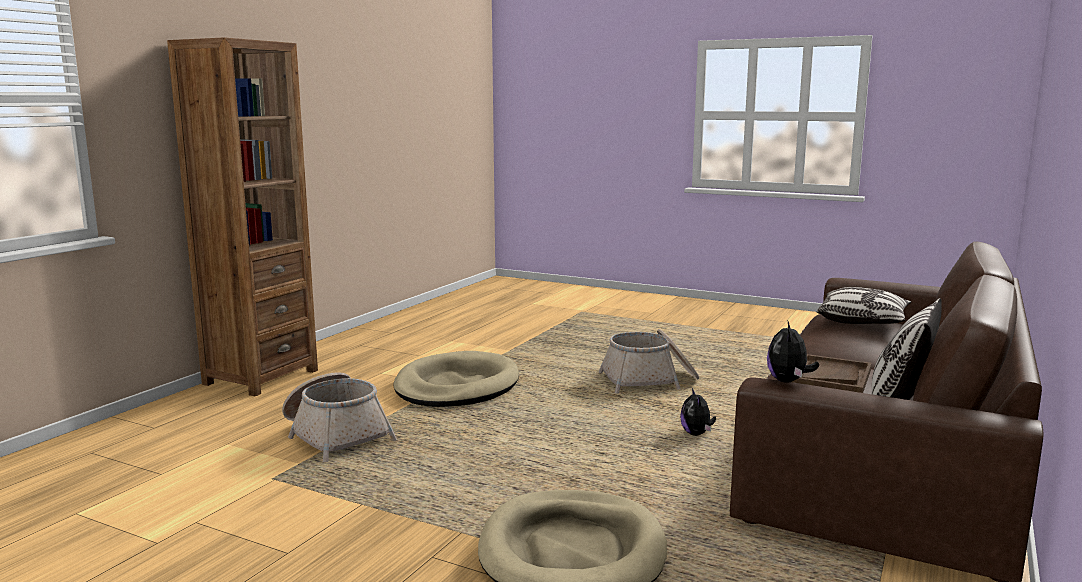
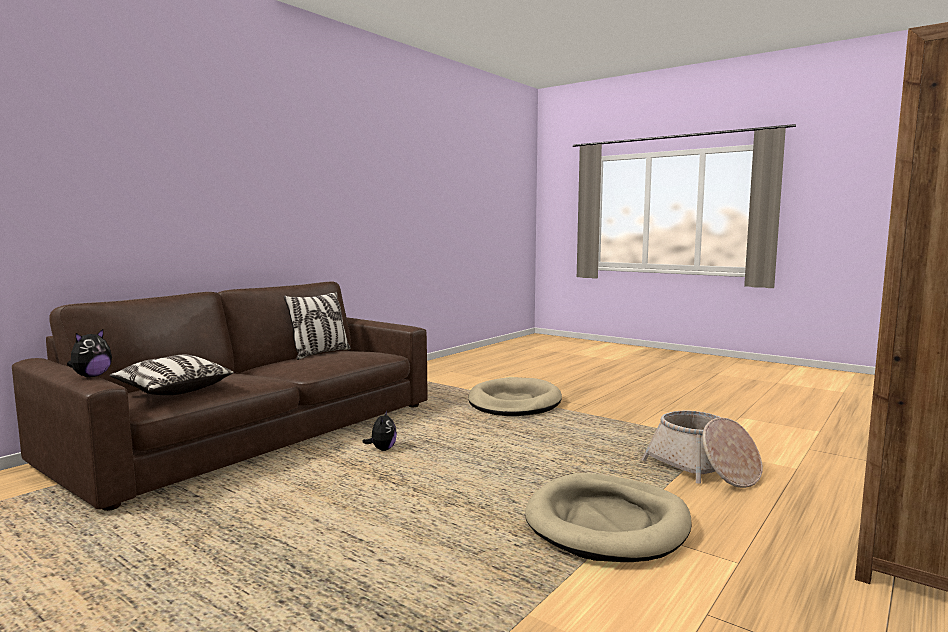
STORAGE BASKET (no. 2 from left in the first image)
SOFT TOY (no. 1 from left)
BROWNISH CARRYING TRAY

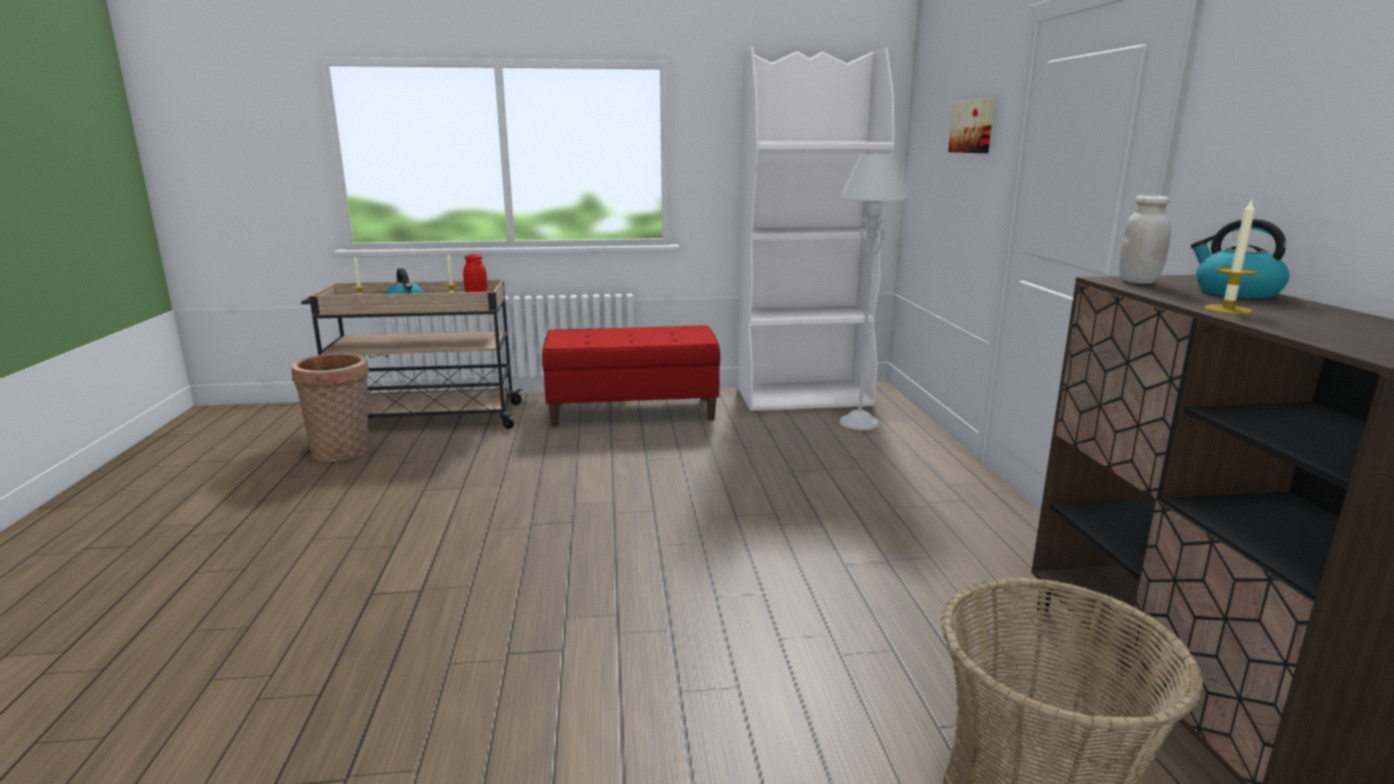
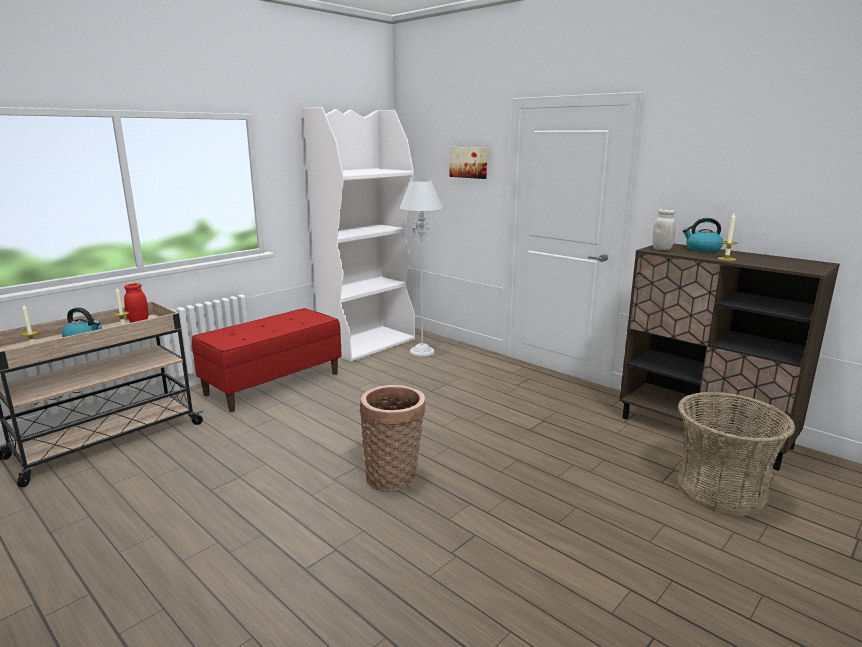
STORAGE BASKET (no. 1 from left)

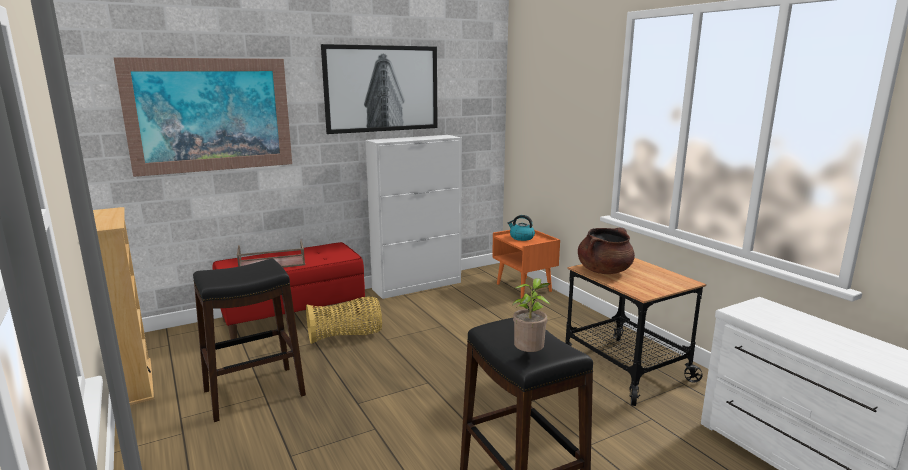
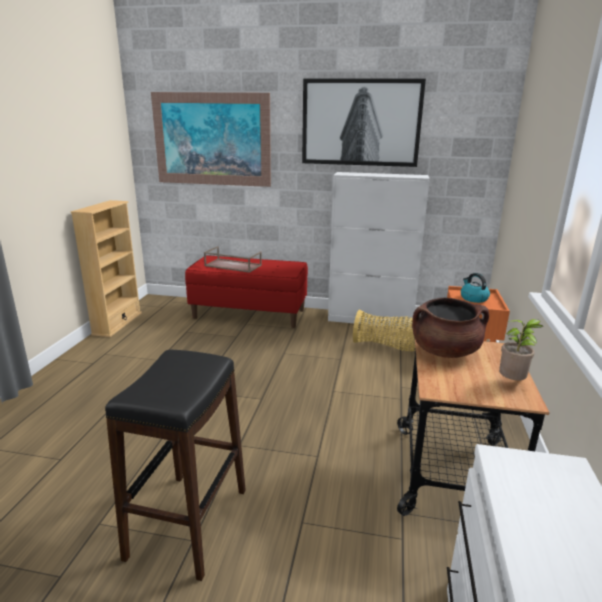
BLACK-COLOURED STOOL (no. 1 from left in the first image)
STORAGE BASKET
HOUSEPLANT

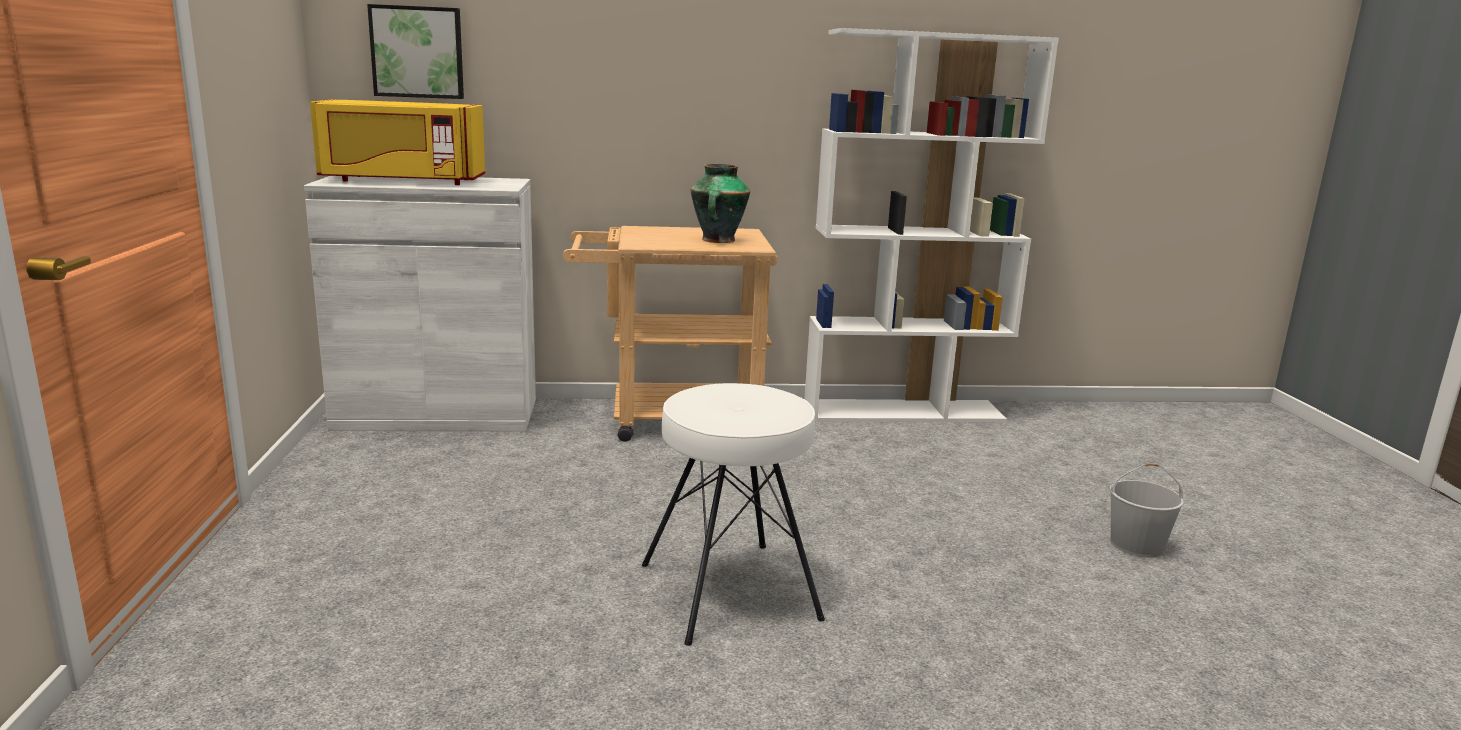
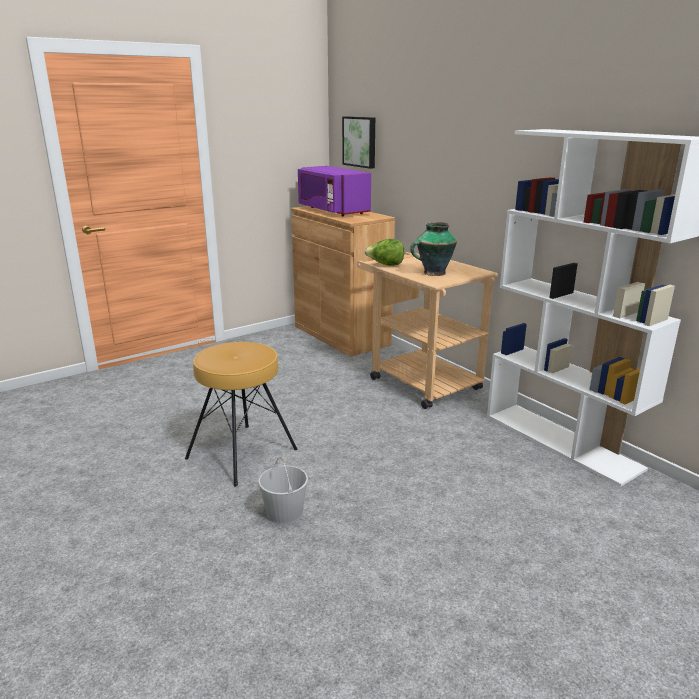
BROWNISH CUPBOARD
PURPLE MICROWAVE
BROWNISH STOOL
WHITISH BUCKET
LETTUCE

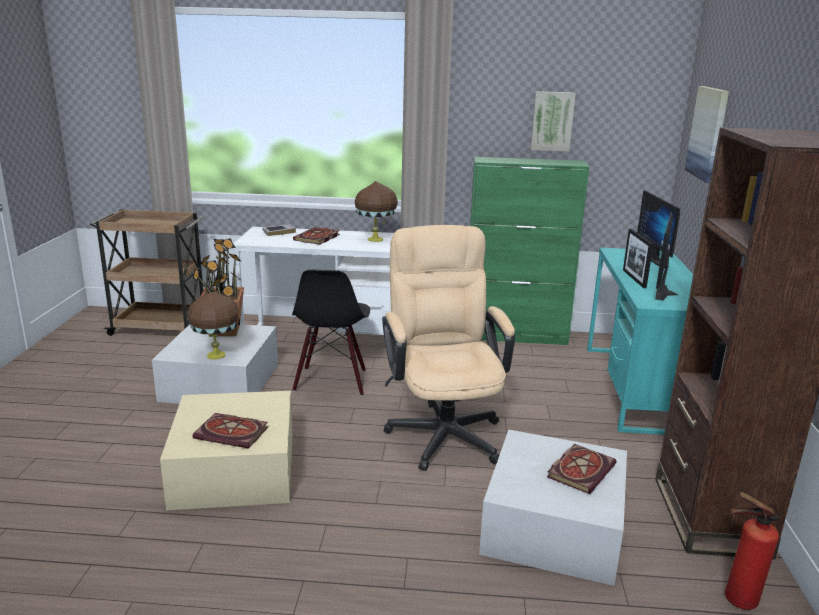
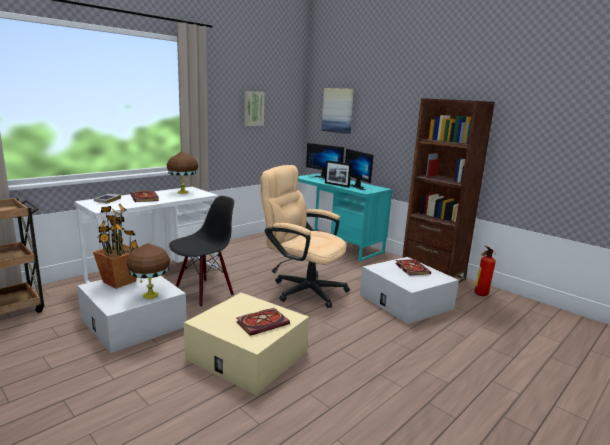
BLACK-COLOURED CHAIR
GREEN-COLOURED CUPBOARD

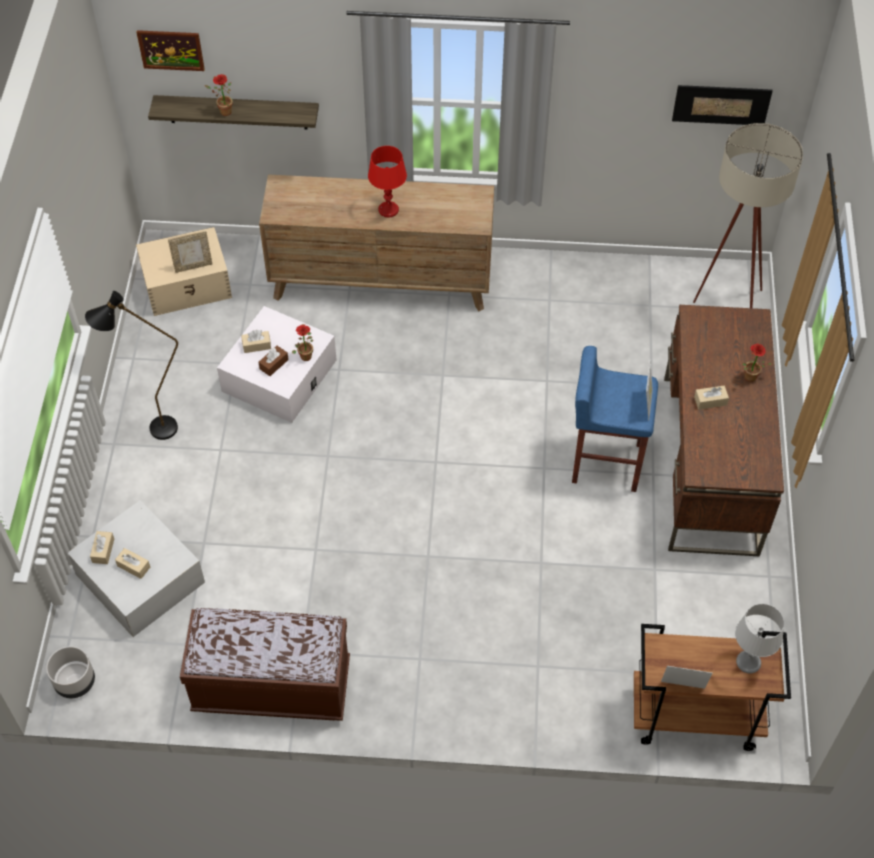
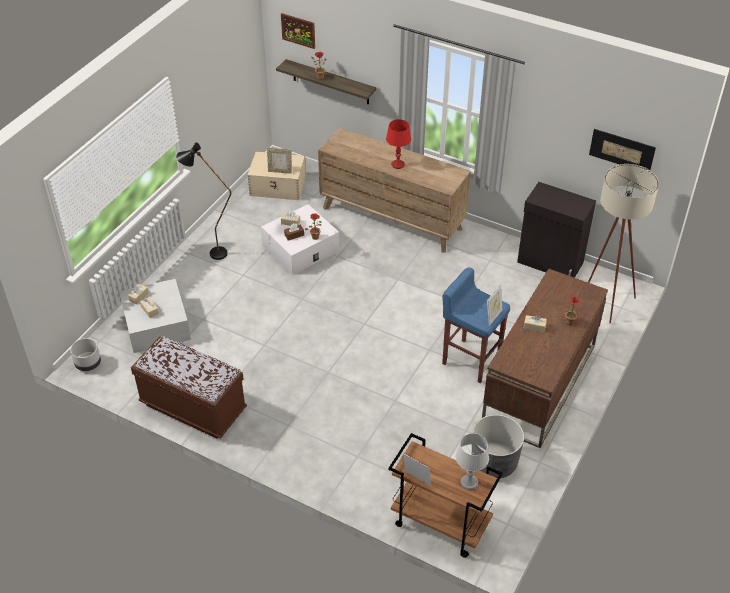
GRAY FLOWER POT (no. 2 from left)
BLACK-COLOURED CUPBOARD

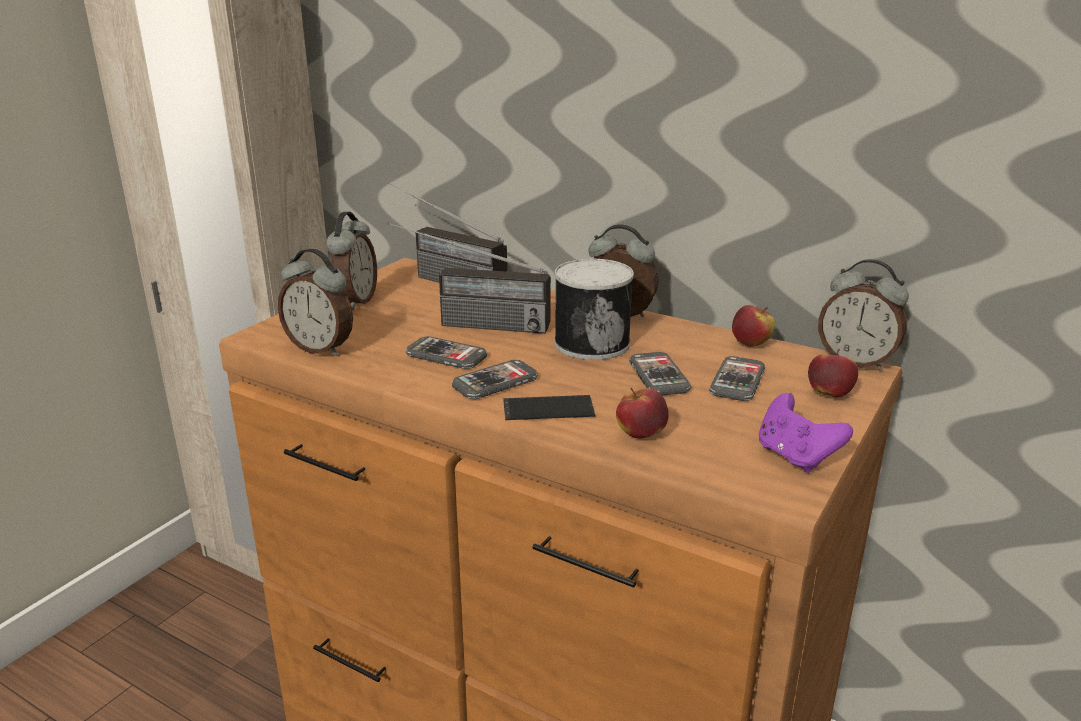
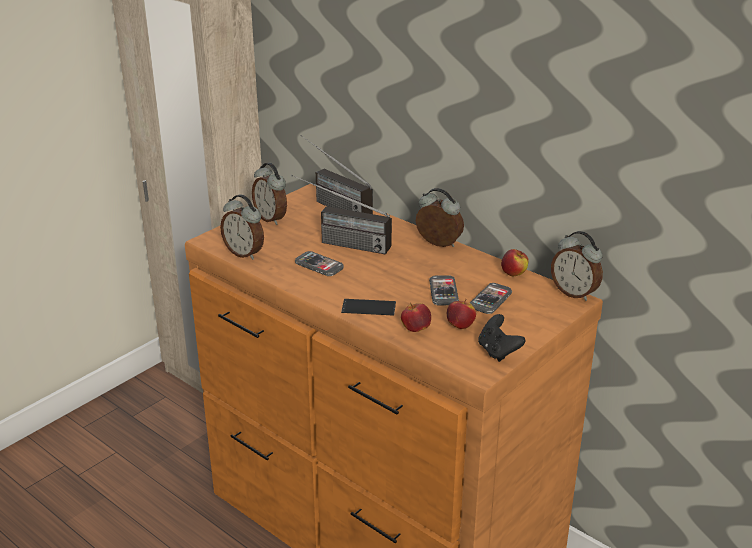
BEDSIDE CLOCK (no. 2 from left)
HANDSET (no. 2 from left in the first image)
CAN
BLACK-COLOURED JOYPAD
WHOLE APPLE (no. 2 from left)

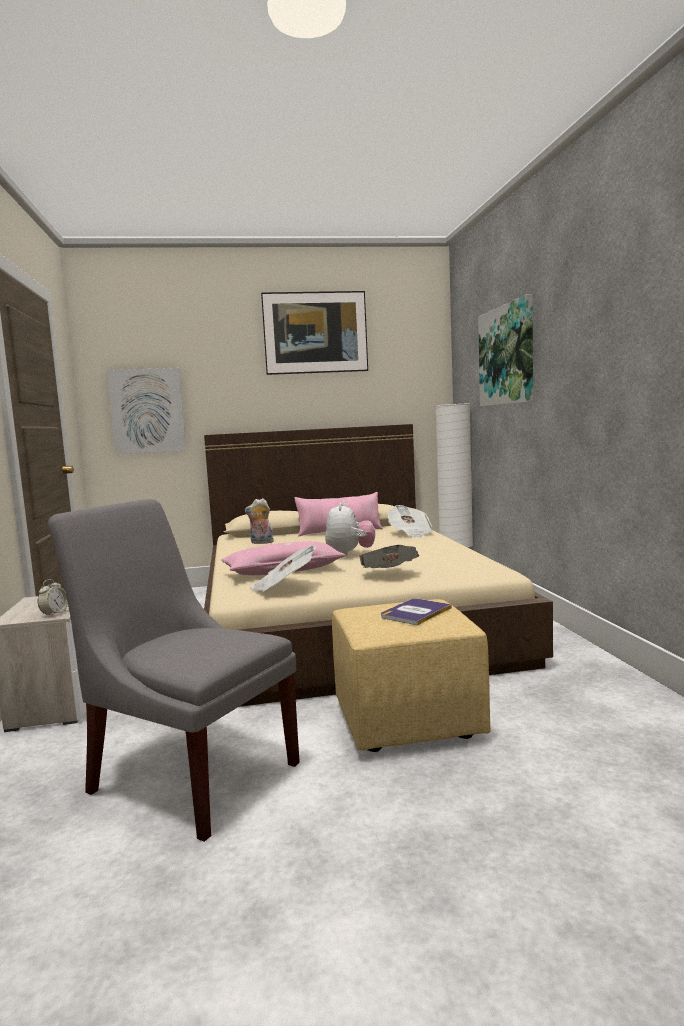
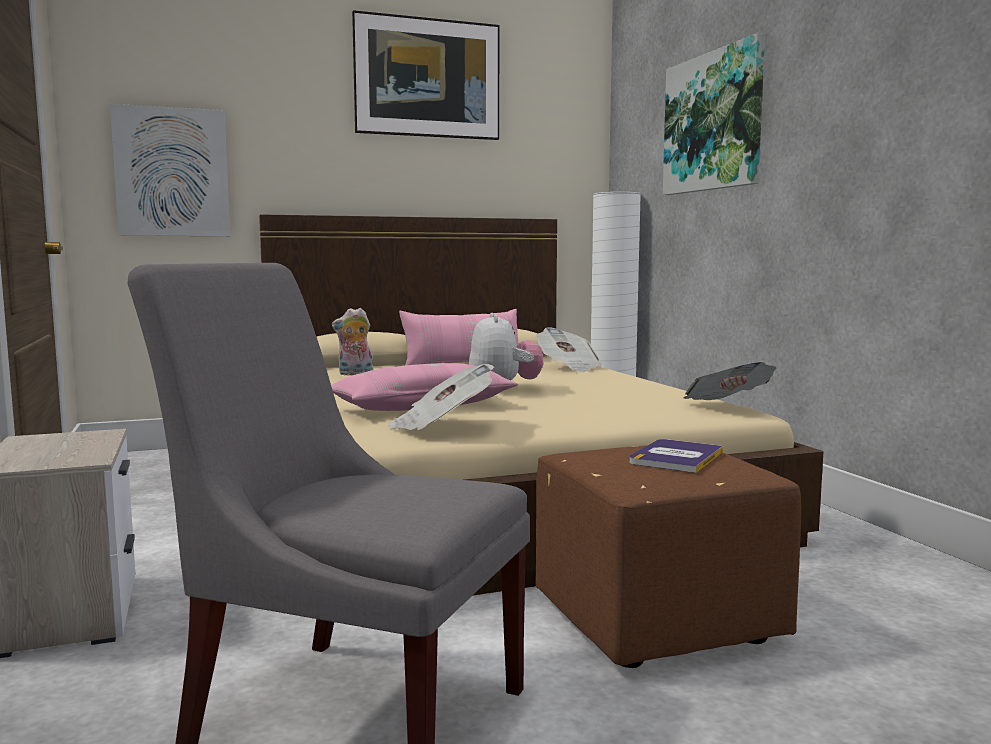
BEDSIDE CLOCK
BROWNISH FOOTREST
PRINTED PAPER (no. 3 from left)

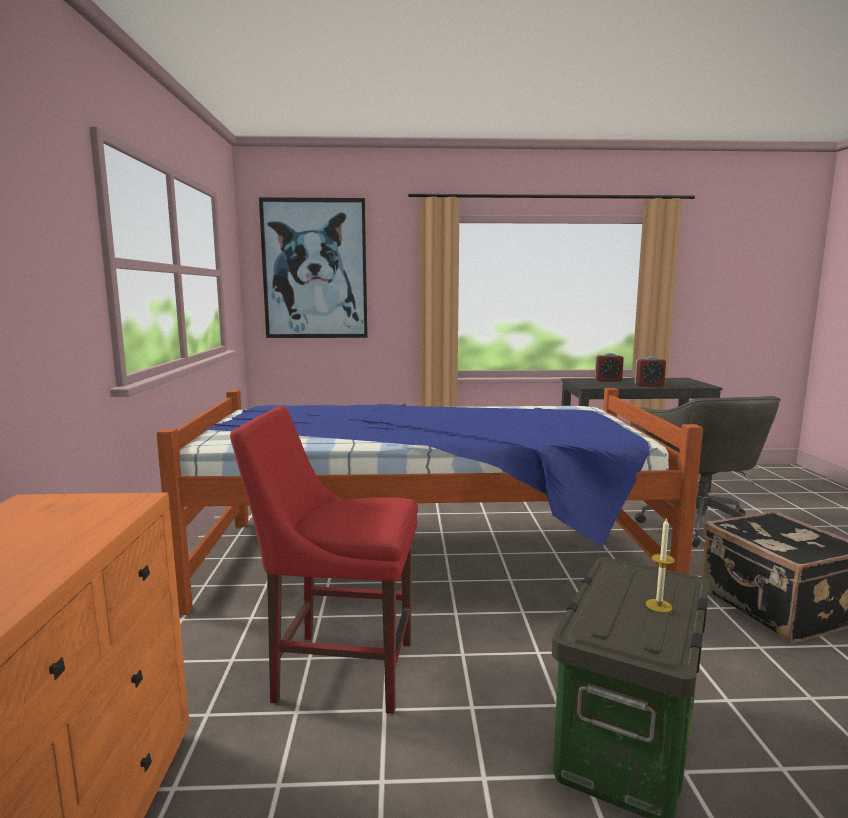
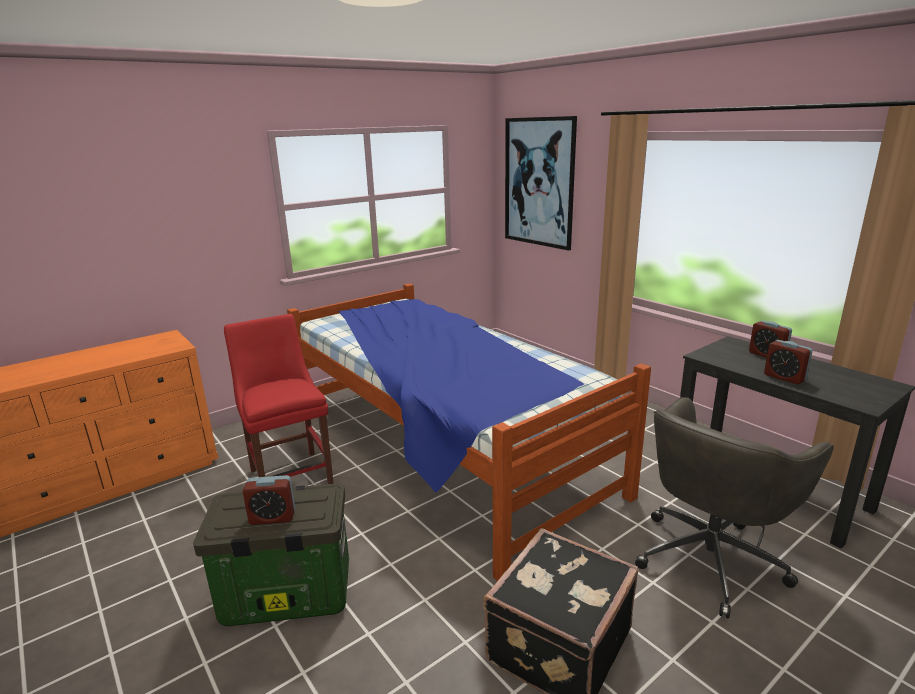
BEDSIDE CLOCK (no. 1 from left)

